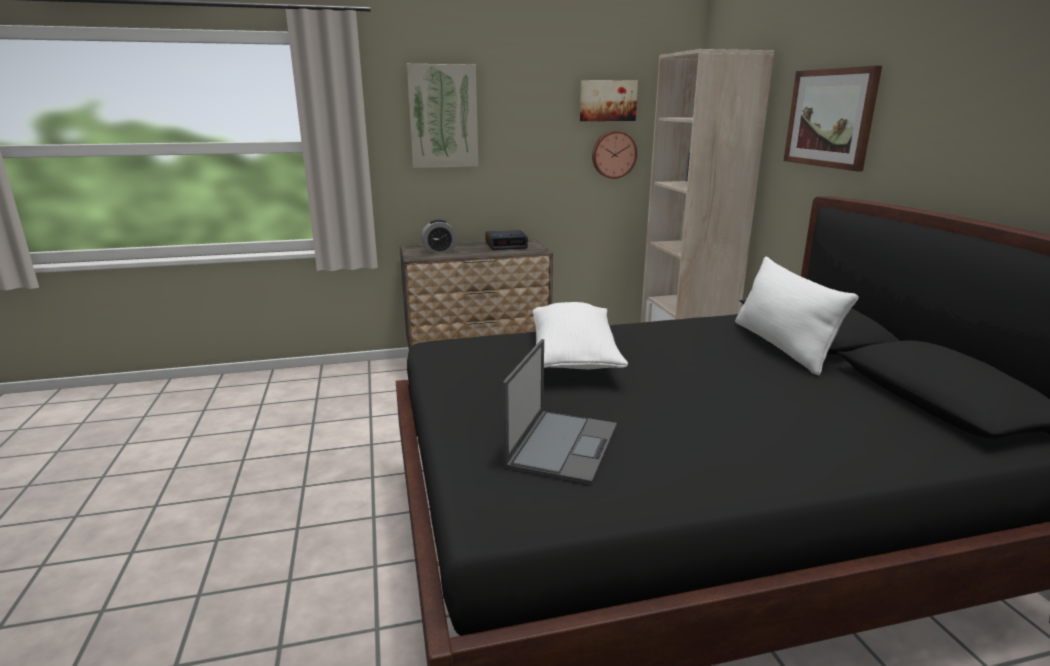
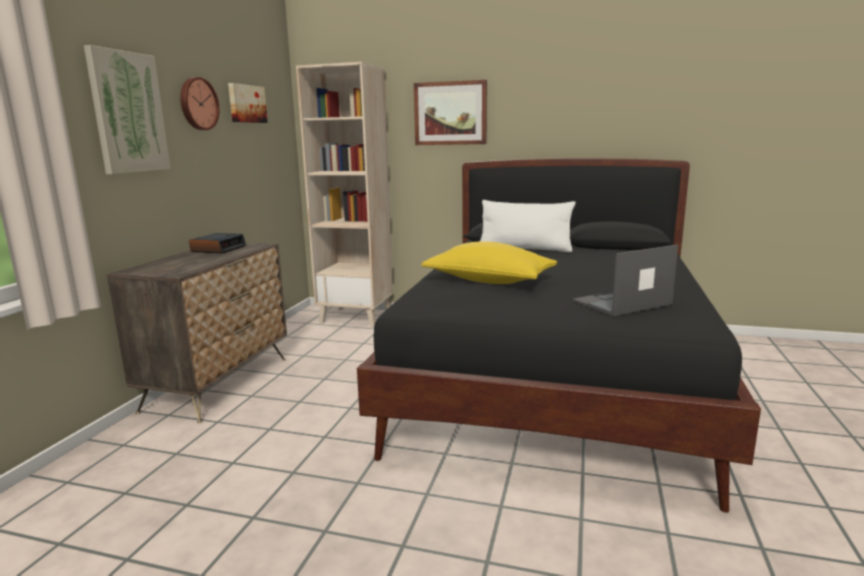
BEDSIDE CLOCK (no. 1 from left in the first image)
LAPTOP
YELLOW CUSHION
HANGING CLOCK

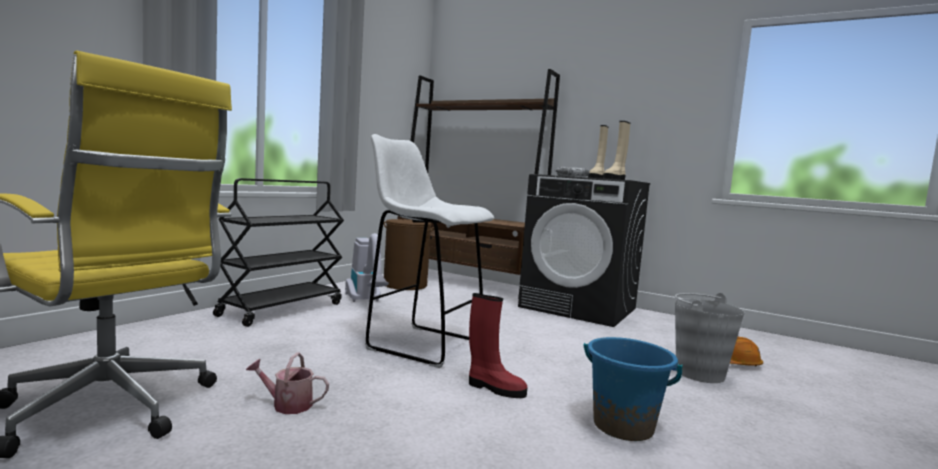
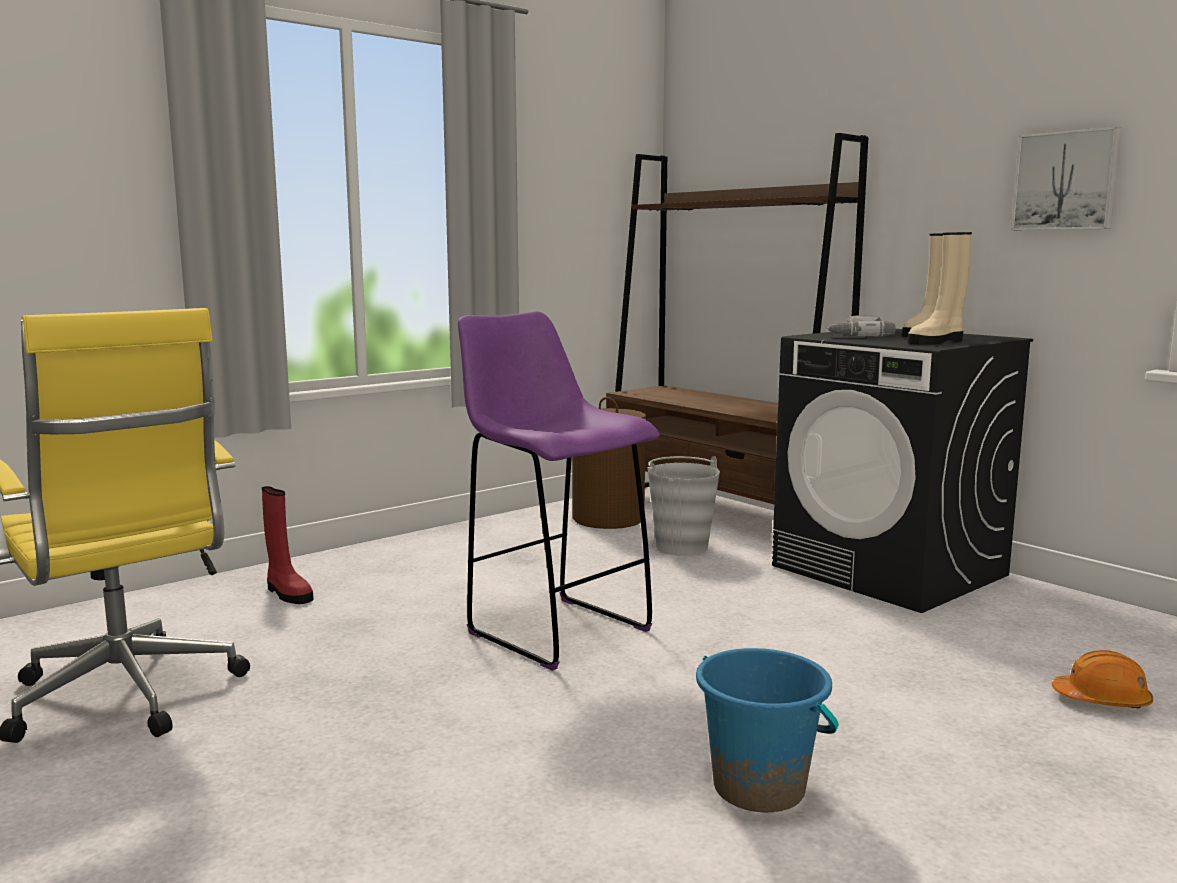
BLACK-COLOURED WHEELED CART
WATERING CAN
VACUUM CLEANER
PURPLE STOOL
RED TALL BOOT
GRAY BUCKET
PICTURE

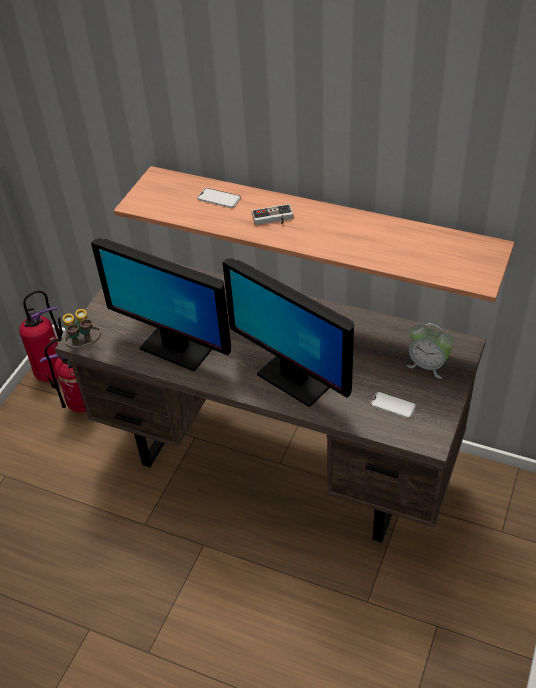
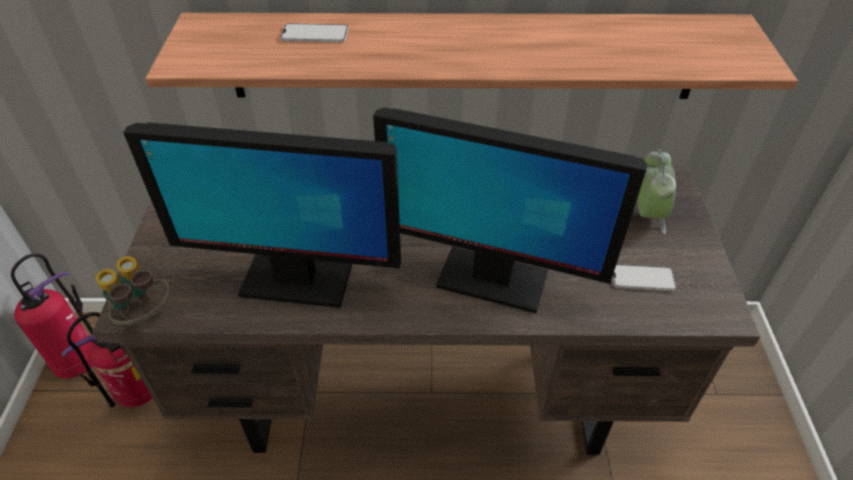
JOYPAD
BEDSIDE CLOCK

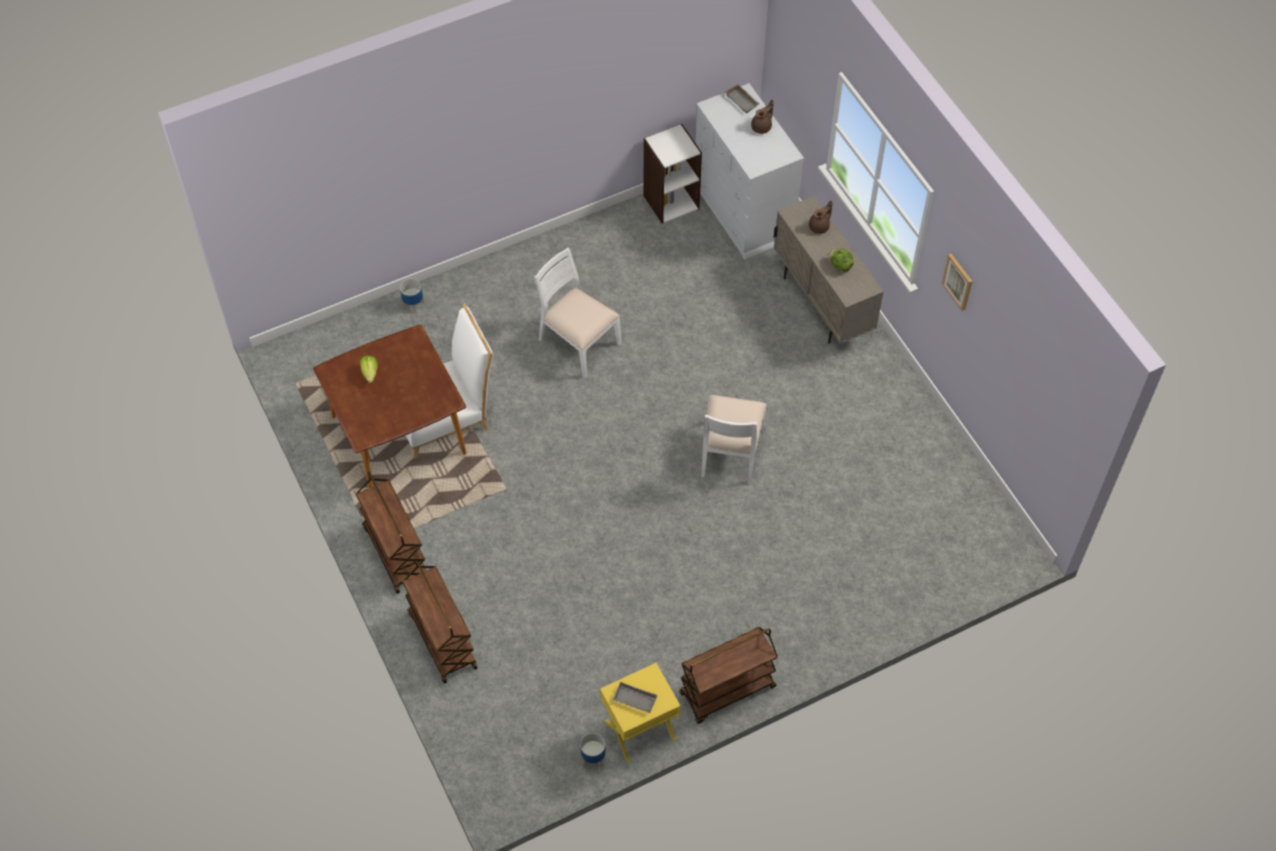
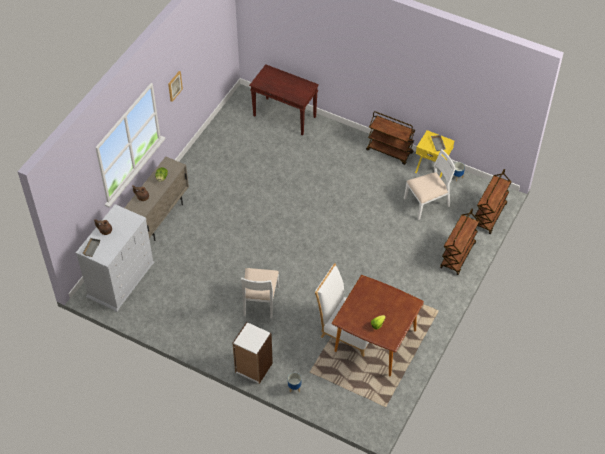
BROWNISH WHEELED CART (no. 3 from left)
WHITISH BOOKCASE
WHITISH CHAIR (no. 3 from left)
BROWNISH NARROW TABLE

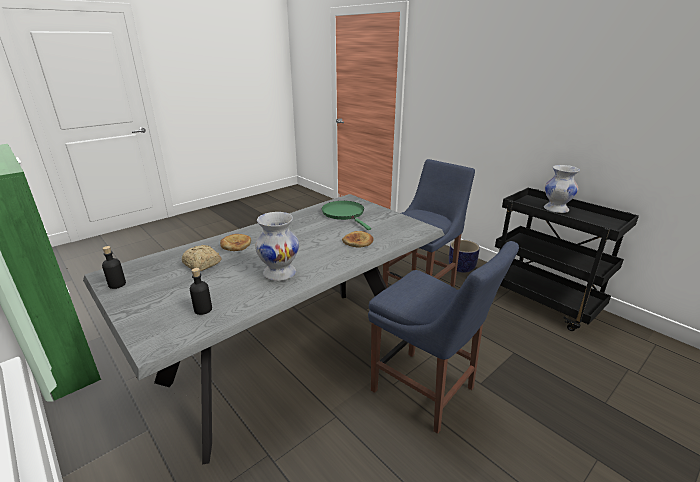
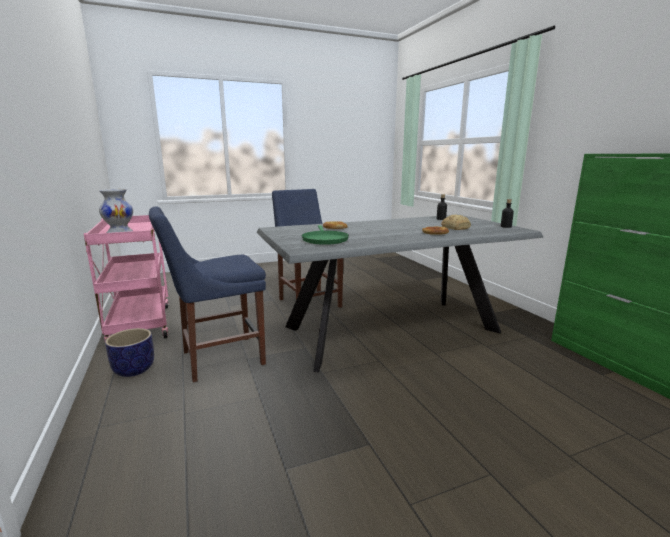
WHITISH FLOWER VASE (no. 1 from left in the first image)
PINKISH WHEELED CART

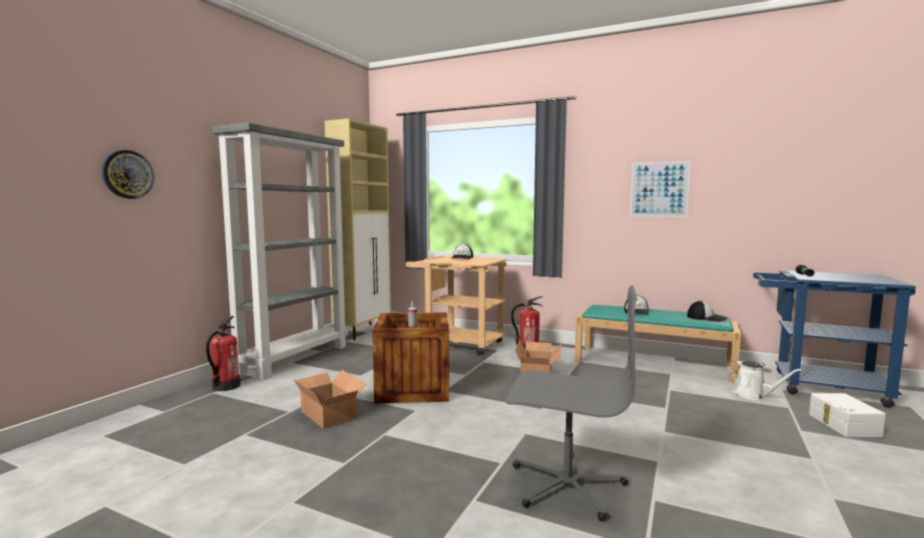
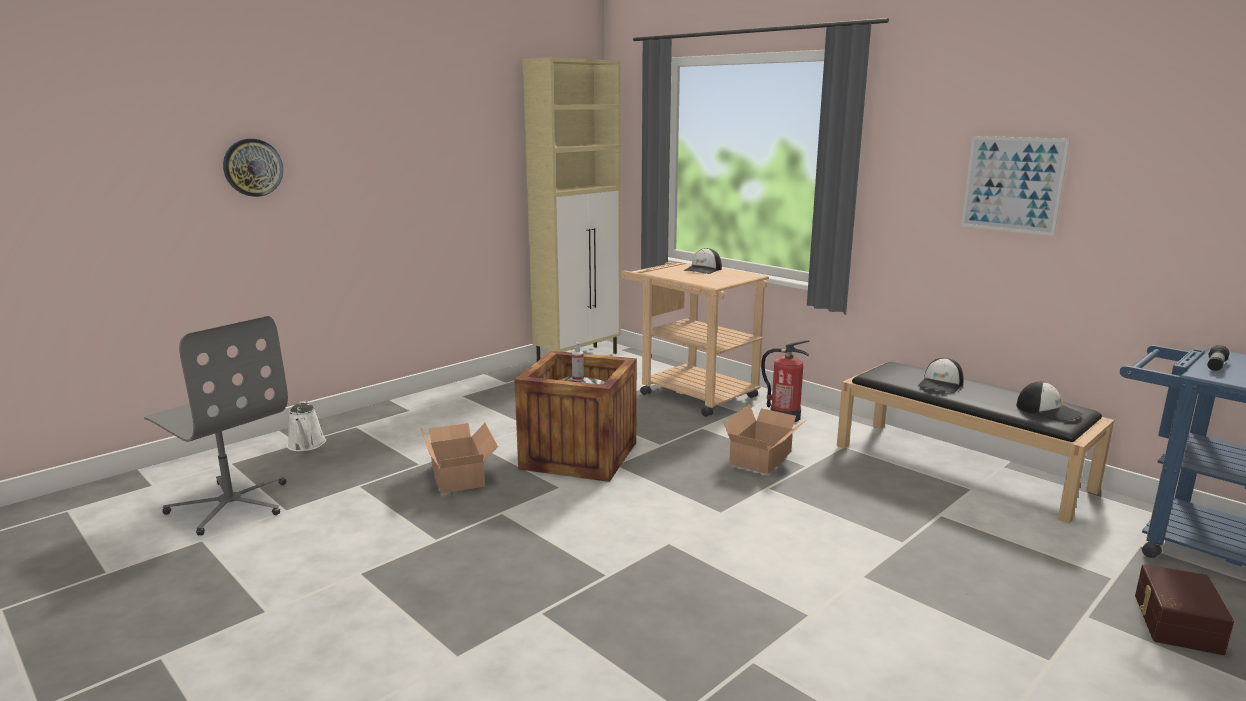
FIRE EXTINGUISHER (no. 1 from left in the first image)
GRAY BOOKCASE
GRAY COMPUTER CHAIR
BLACK-COLOURED INDOOR BENCH
WHITISH WATERING CAN
BROWNISH STORAGE BIN

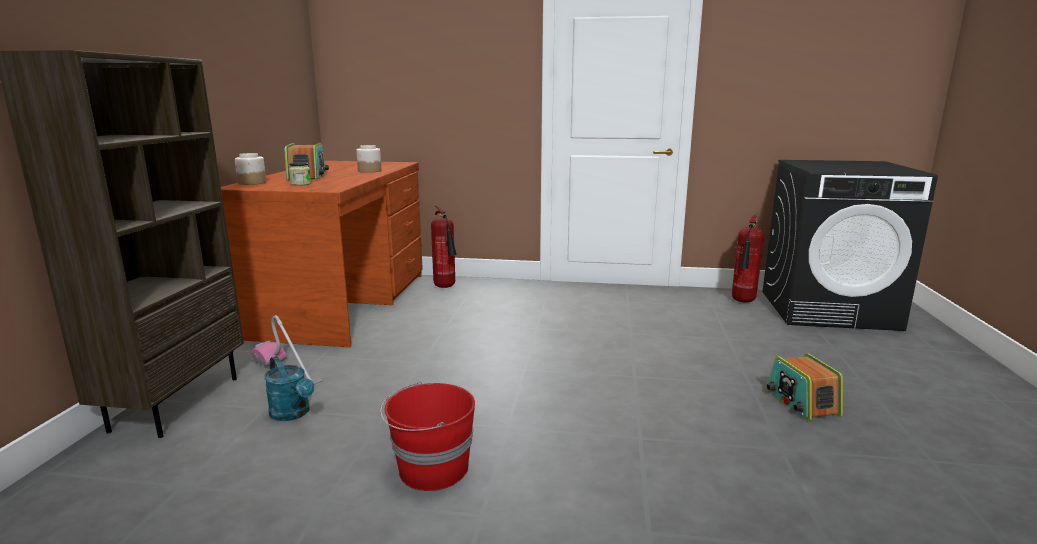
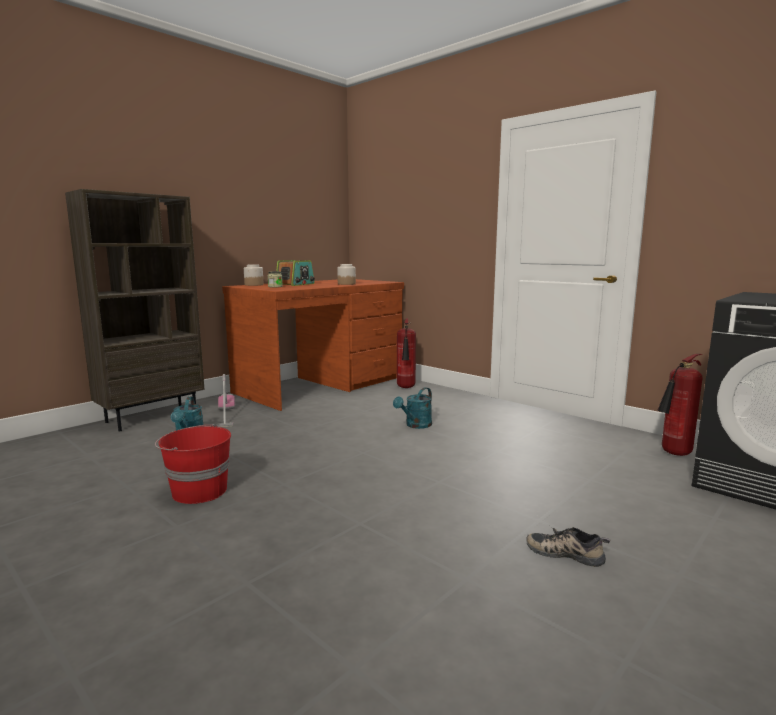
SHOE
TURQUOISE WATERING CAN (no. 2 from left)

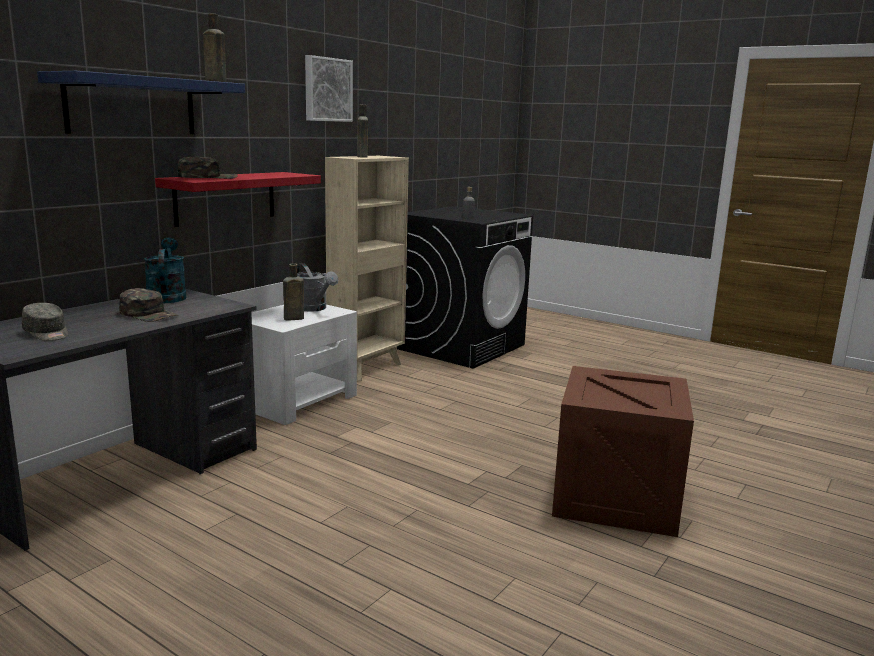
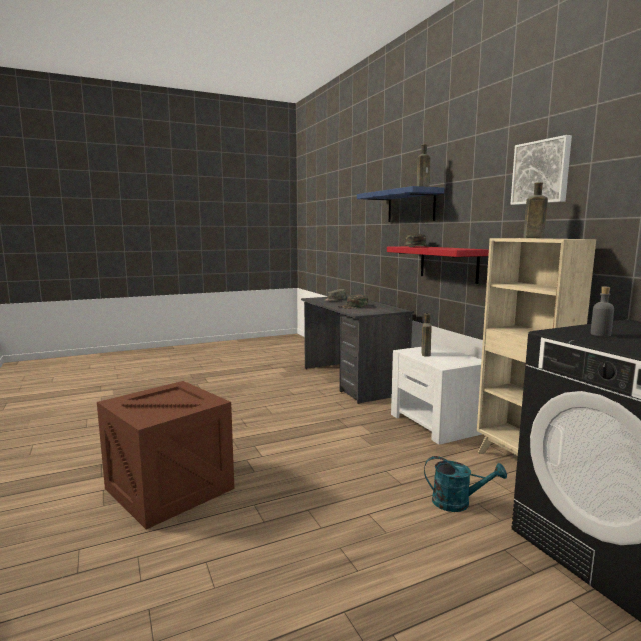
TURQUOISE WATERING CAN
GRAY WATERING CAN

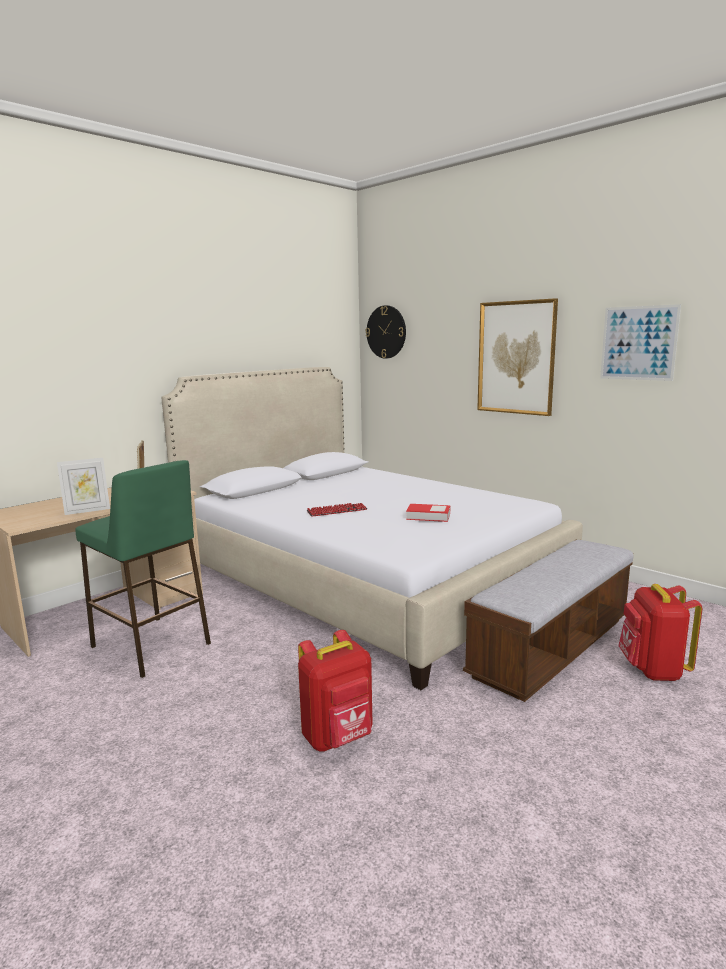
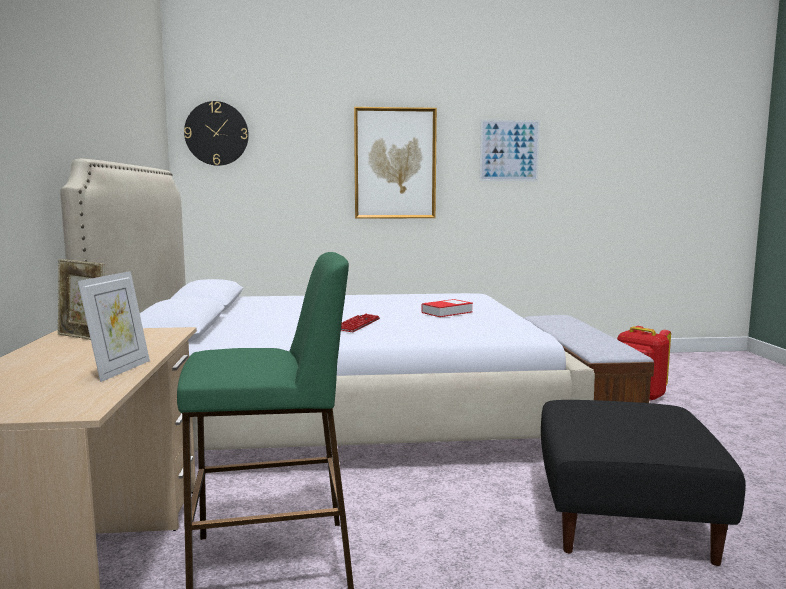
BLACK-COLOURED FOOTREST

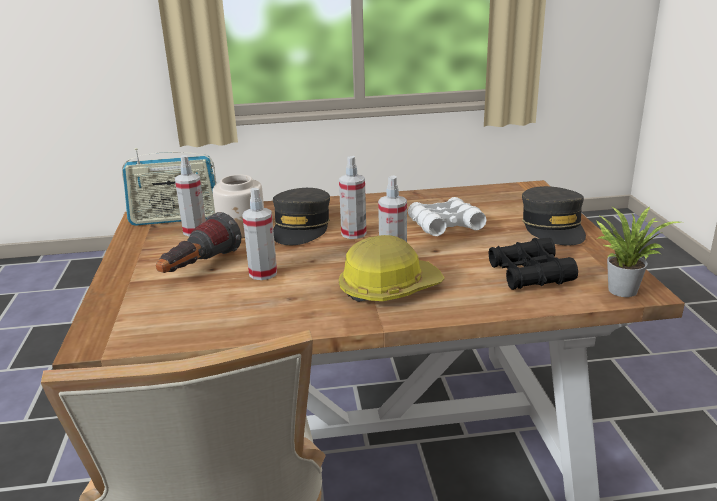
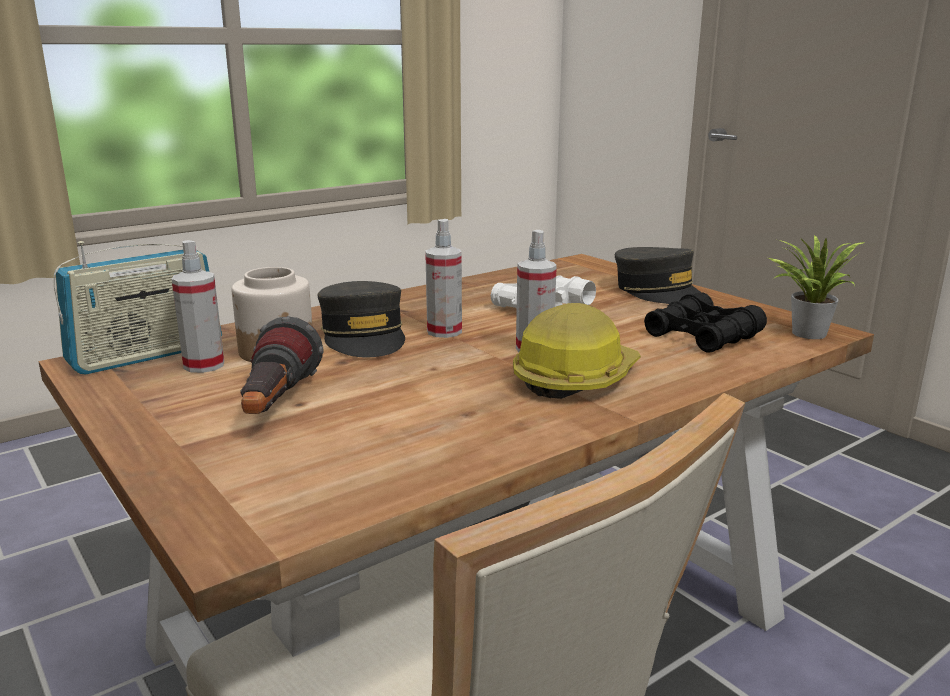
HAND SPRAYER (no. 2 from left in the first image)

